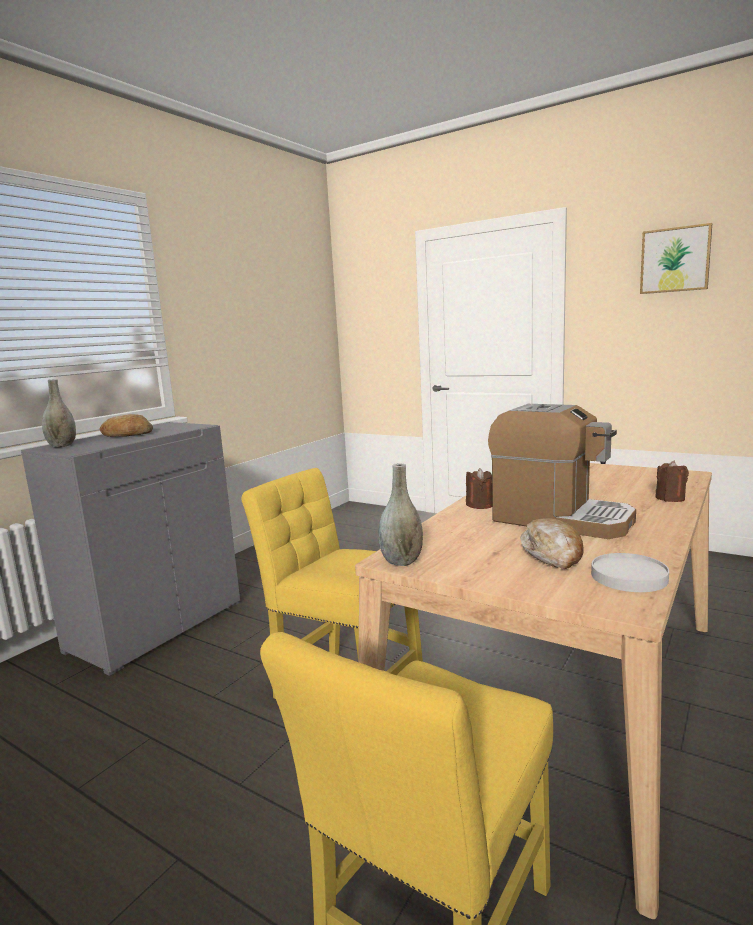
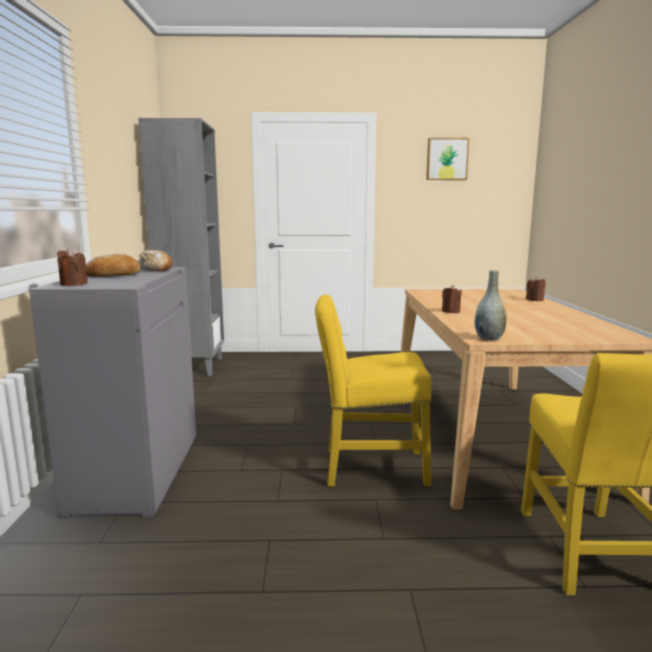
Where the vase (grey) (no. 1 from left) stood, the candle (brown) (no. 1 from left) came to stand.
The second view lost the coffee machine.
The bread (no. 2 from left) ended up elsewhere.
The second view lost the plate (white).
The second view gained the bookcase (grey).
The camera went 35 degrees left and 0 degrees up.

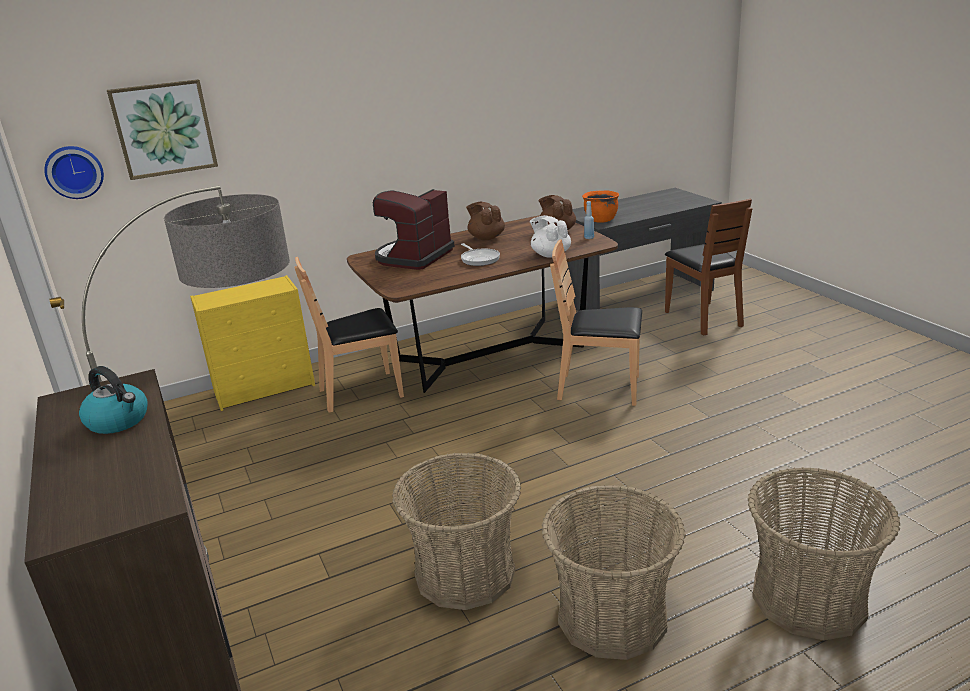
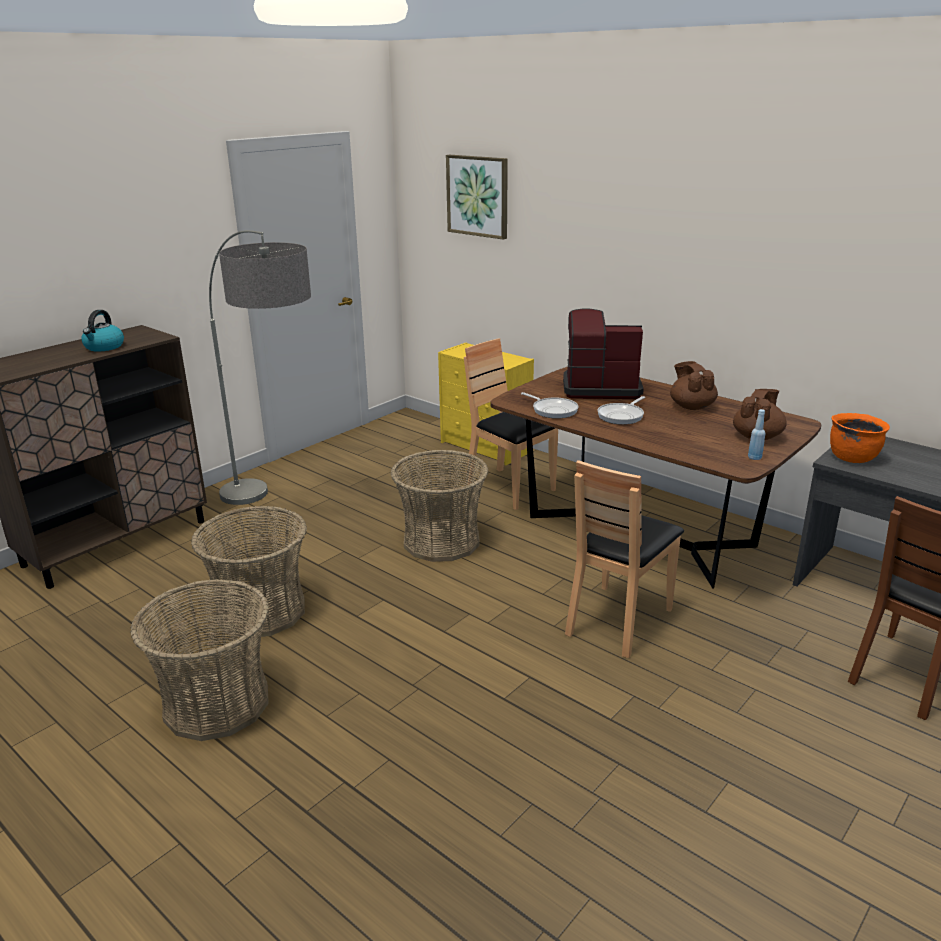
The second view lost the wall clock.
The teapot (brown) (no. 1 from left) ended up facing another way, 45 degrees counterclockwise from before.
The second view lost the teapot (white).
The chair (brown) (no. 2 from left) ended up facing another way, 135 degrees counterclockwise from before.
The basket (no. 3 from left) ended up elsewhere.
The second view gained the frying pan (no. 1 from left).
The camera went 65 degrees right and 0 degrees up.

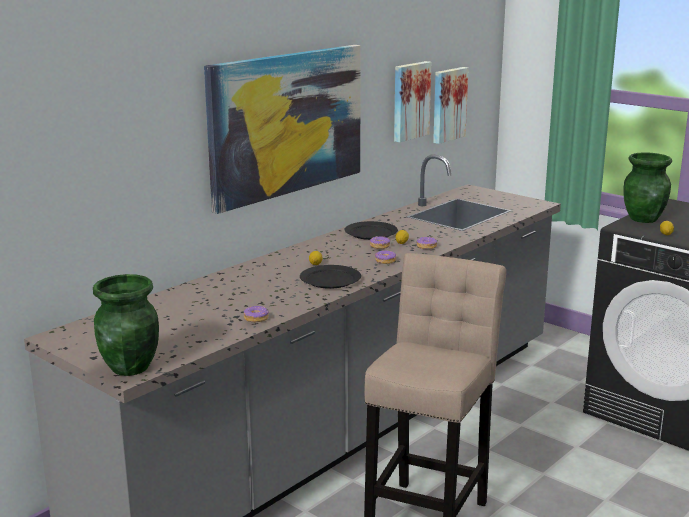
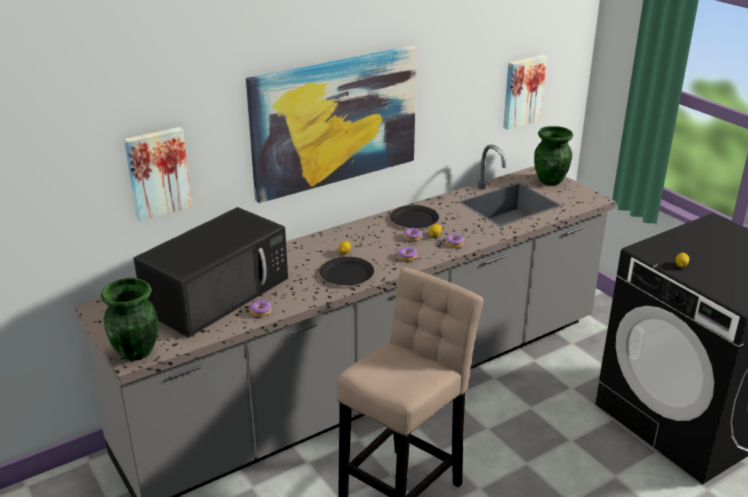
The picture (no. 2 from left in the first image) ended up elsewhere.
The vase (green) (no. 2 from left) ended up elsewhere.
The second view gained the microwave (black).
The camera went 15 degrees right and 10 degrees up.

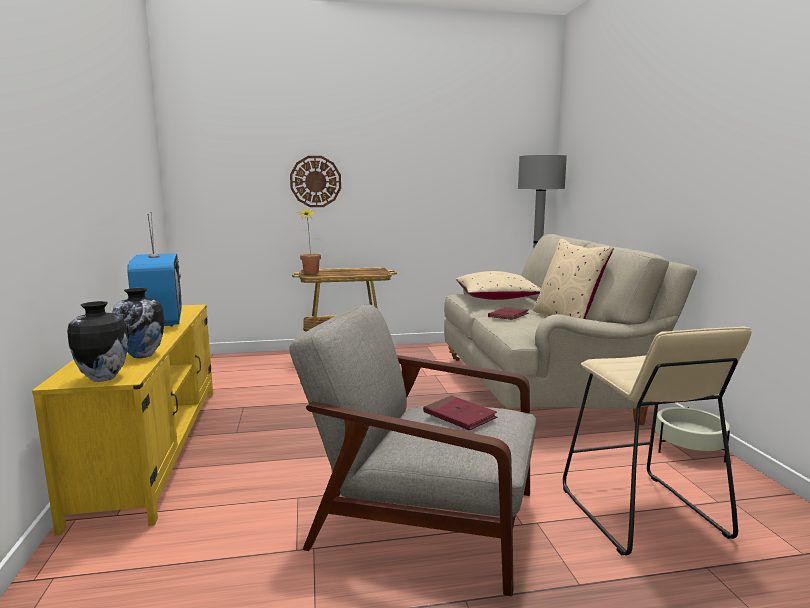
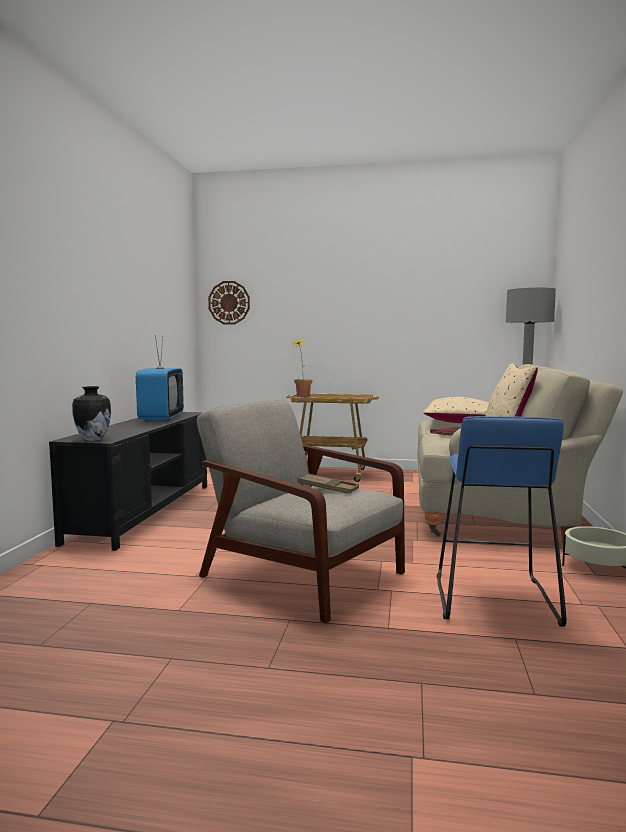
What was the tv stand (yellow) turned into the tv stand (black).
The second view lost the vase (no. 2 from left).
The wall clock ended up elsewhere.
Where the book (red) (no. 1 from left) stood, the tray (brown) came to stand.
What was the stool (beige) turned into the stool (blue).
The camera went 20 degrees right and 5 degrees down.

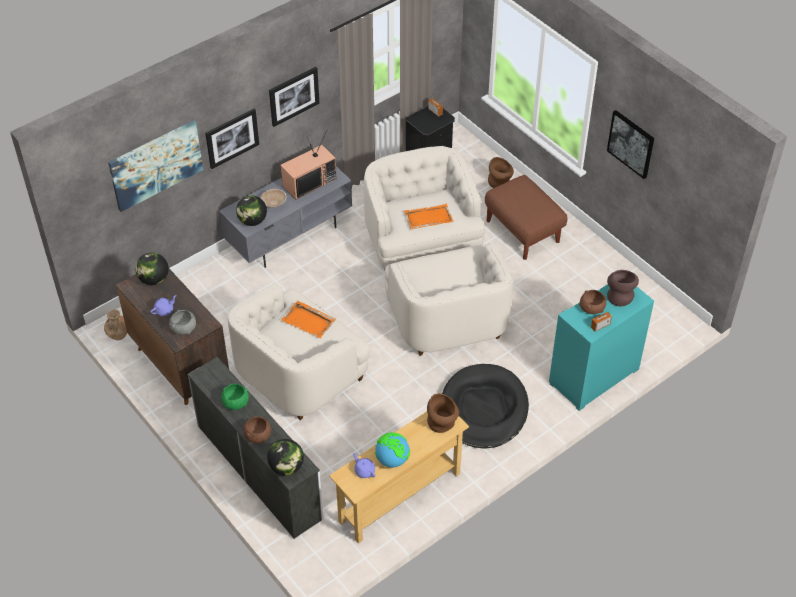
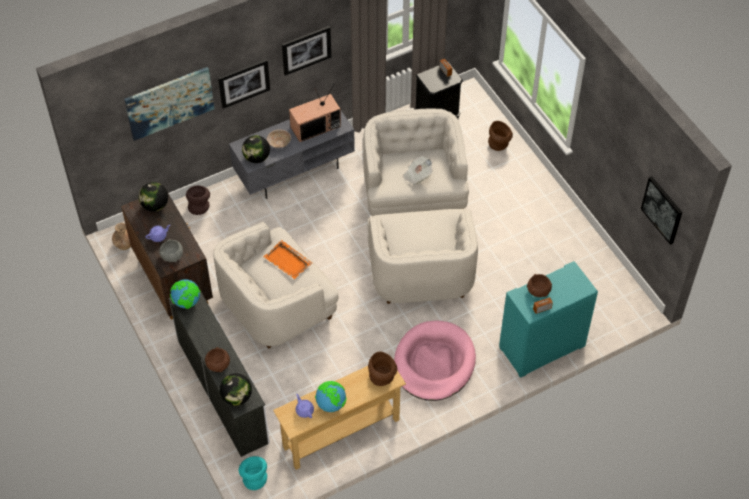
The second view lost the bowl (green).
Where the tray (orange) (no. 2 from left) stood, the newspaper came to stand.
What was the dog bed (black) turned into the dog bed (pink).
The second view lost the ottoman (brown).
The picture (no. 4 from left) ended up elsewhere.
The vase (brown) (no. 4 from left in the first image) ended up elsewhere.
The second view gained the globe (no. 2 from left).
The second view gained the vase (turquoise).
The camera went 10 degrees right and 5 degrees up.

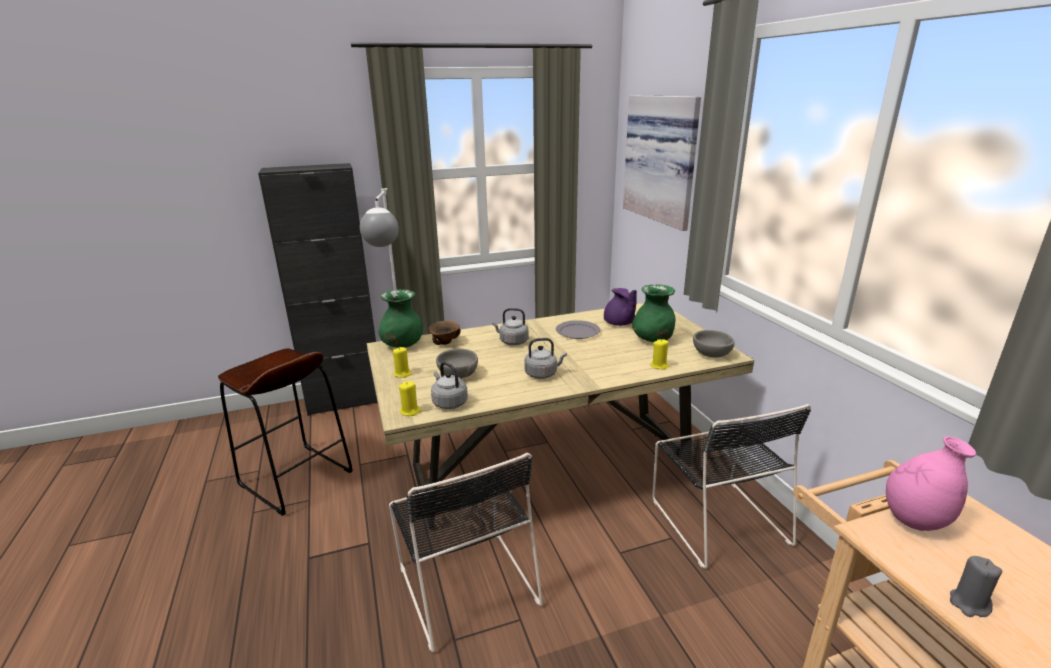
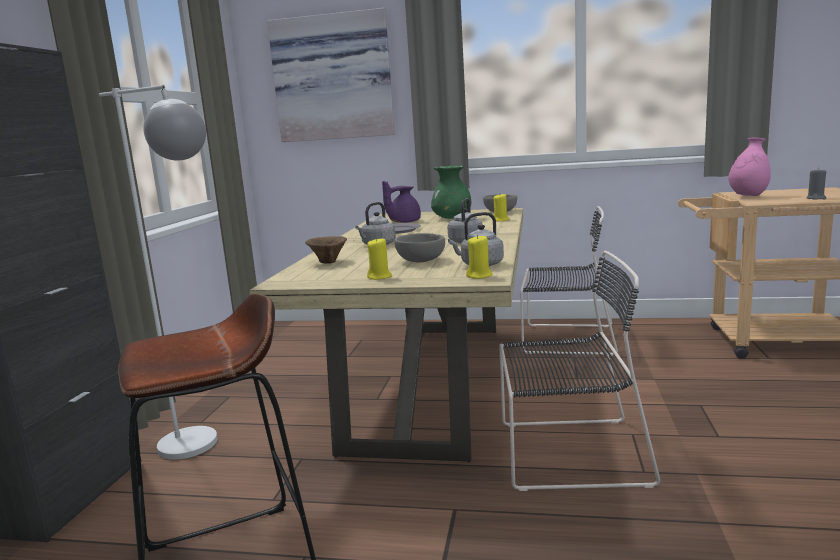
The second view lost the vase (green) (no. 1 from left).
The teapot (purple) ended up facing another way, 135 degrees clockwise from before.
The camera went 60 degrees left and 10 degrees down.

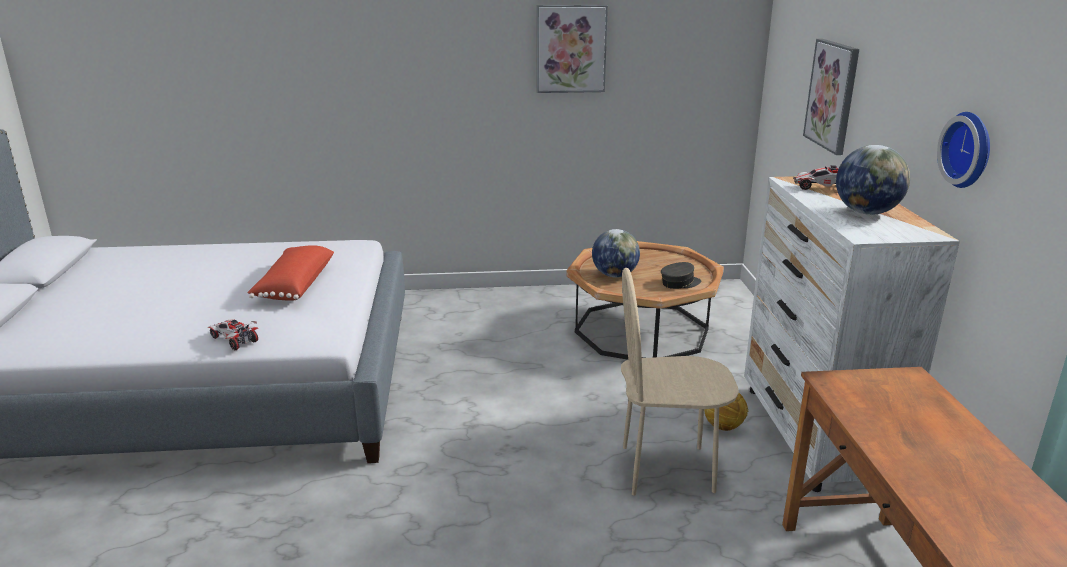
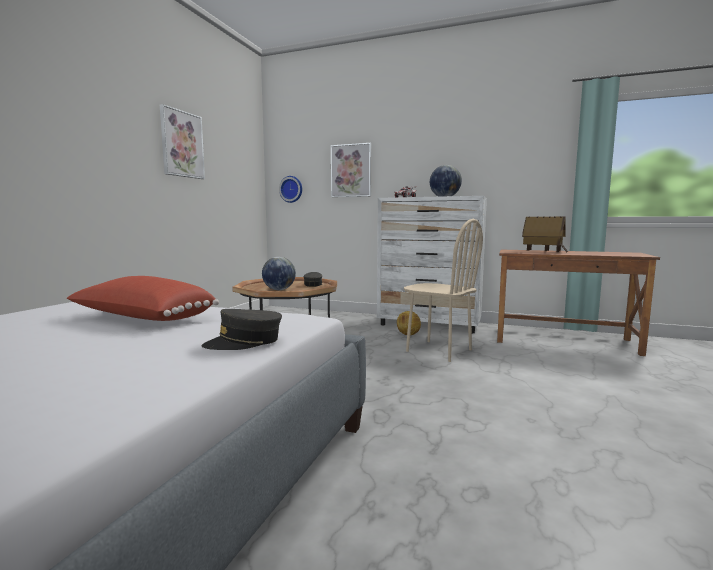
Where the toy car (no. 1 from left) stood, the cap (grey) (no. 1 from left) came to stand.
The chair (beige) ended up facing another way, 75 degrees counterclockwise from before.
The wall clock ended up elsewhere.
The second view gained the toy house.
The camera went 65 degrees left and 15 degrees down.

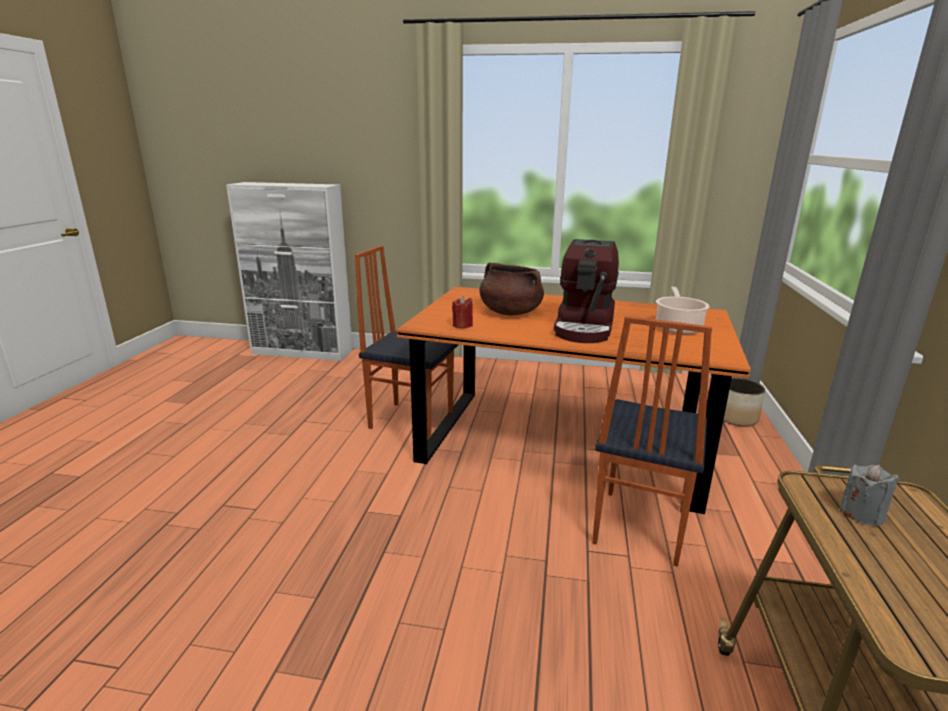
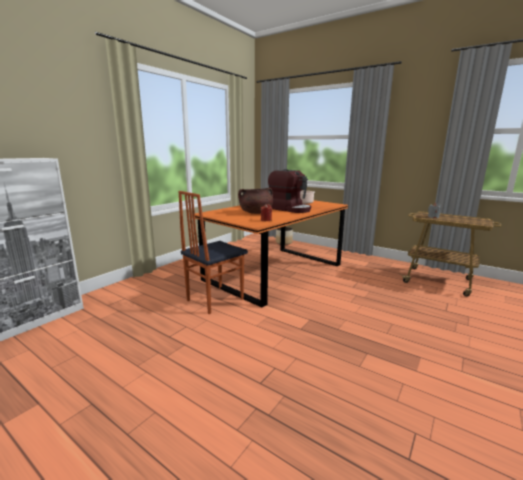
The second view lost the chair (no. 2 from left).
The camera went 65 degrees left and 5 degrees down.

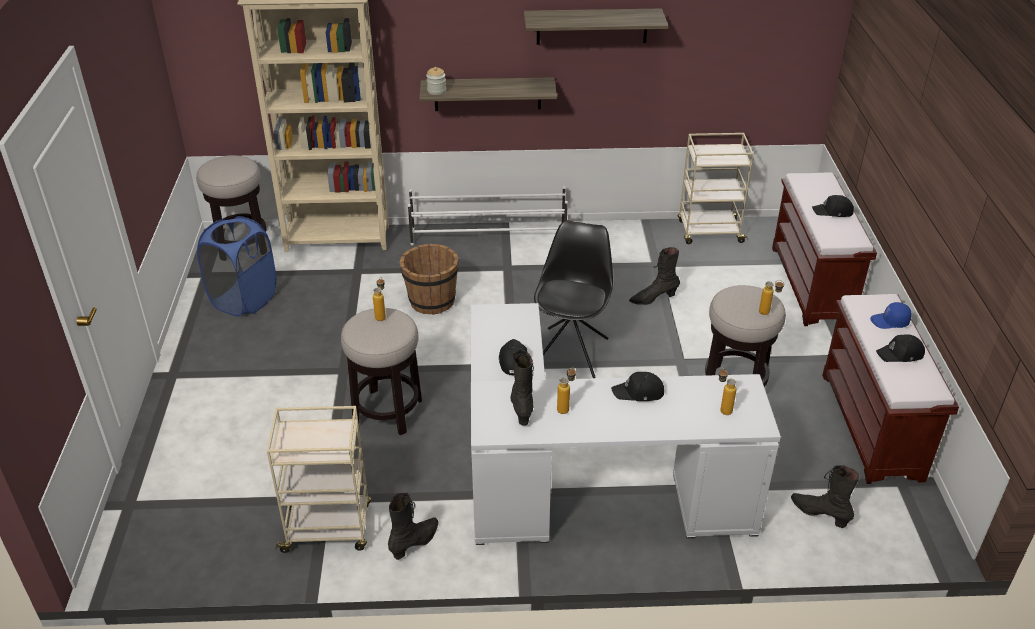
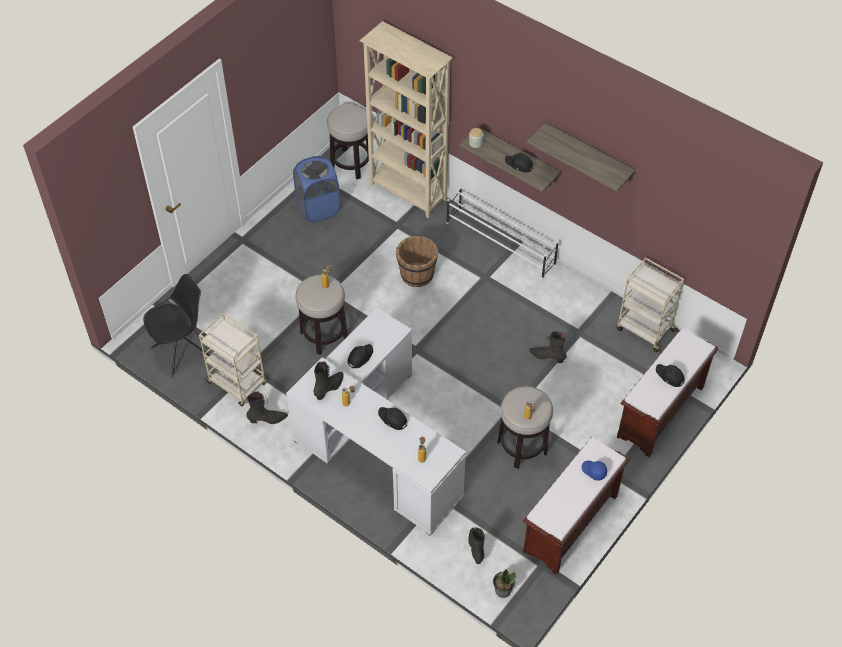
The chair (black) ended up elsewhere.
The cap (black) (no. 4 from left in the first image) ended up elsewhere.
The second view gained the potted plant.
The camera went 40 degrees right and 15 degrees up.

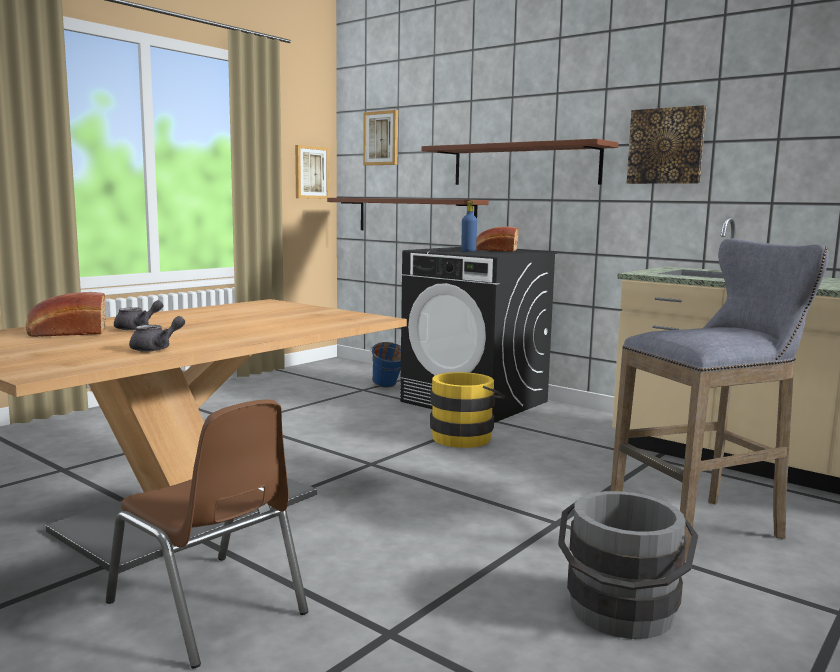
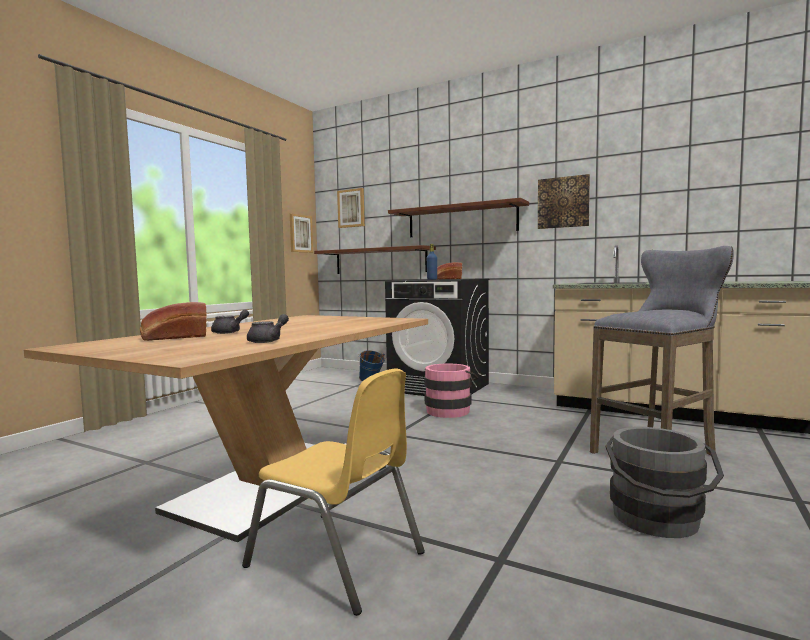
What was the chair (brown) turned into the chair (yellow).
What was the bucket (yellow) turned into the bucket (pink).
The camera went 10 degrees left and 5 degrees down.

